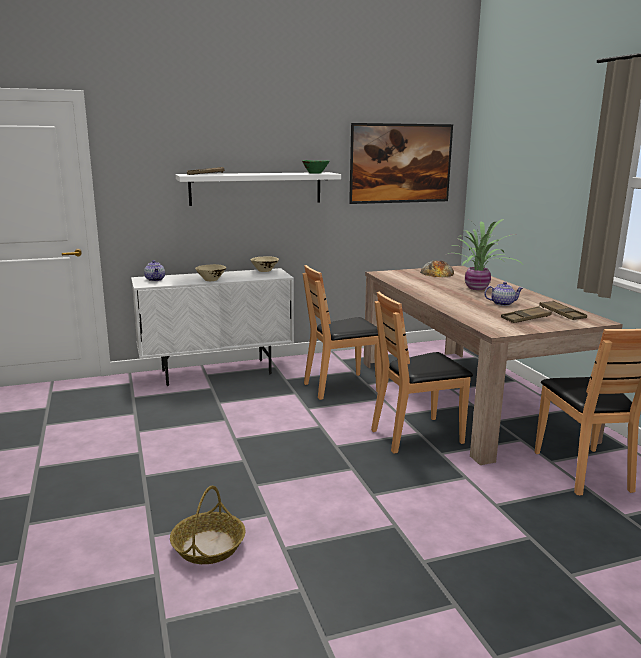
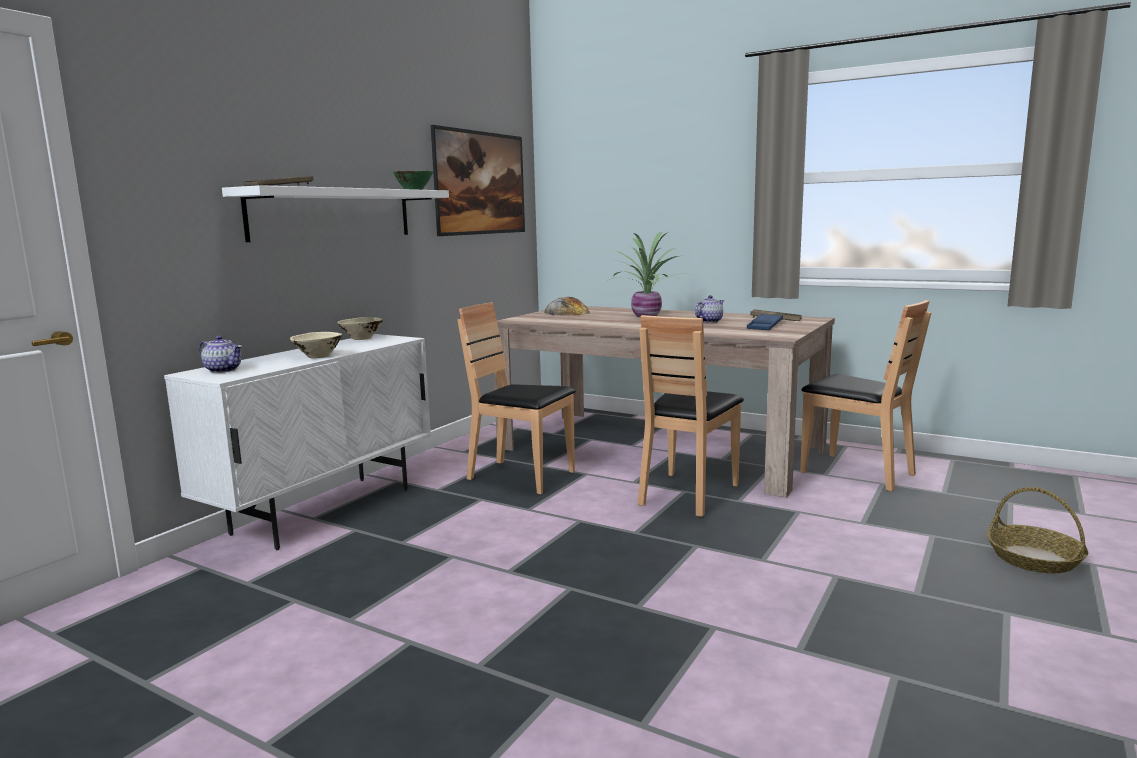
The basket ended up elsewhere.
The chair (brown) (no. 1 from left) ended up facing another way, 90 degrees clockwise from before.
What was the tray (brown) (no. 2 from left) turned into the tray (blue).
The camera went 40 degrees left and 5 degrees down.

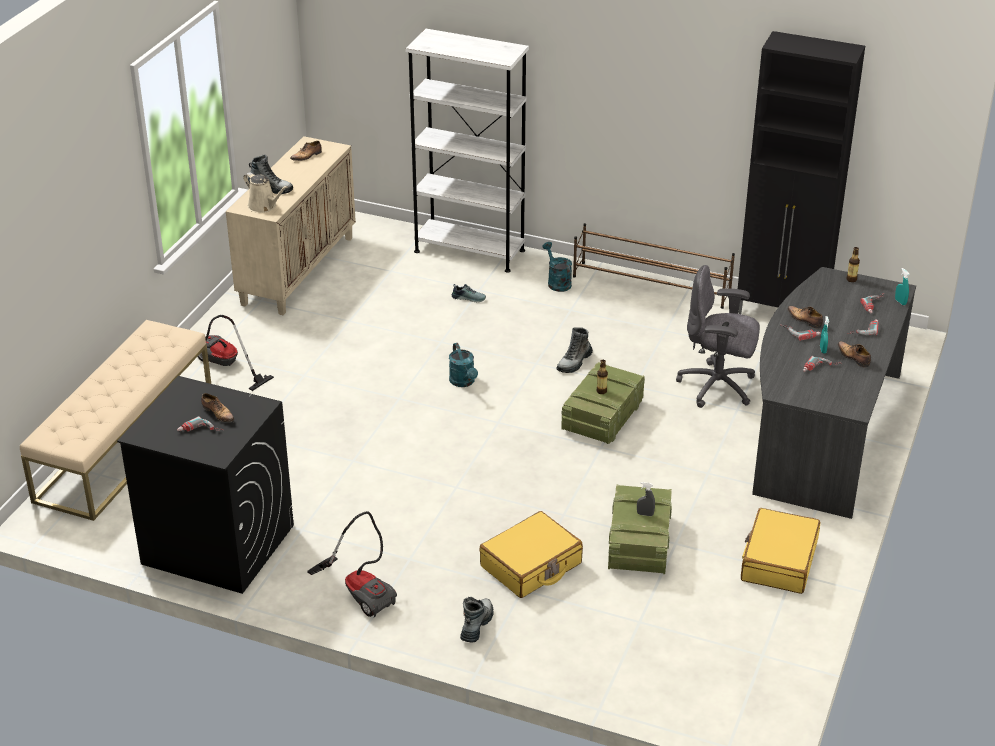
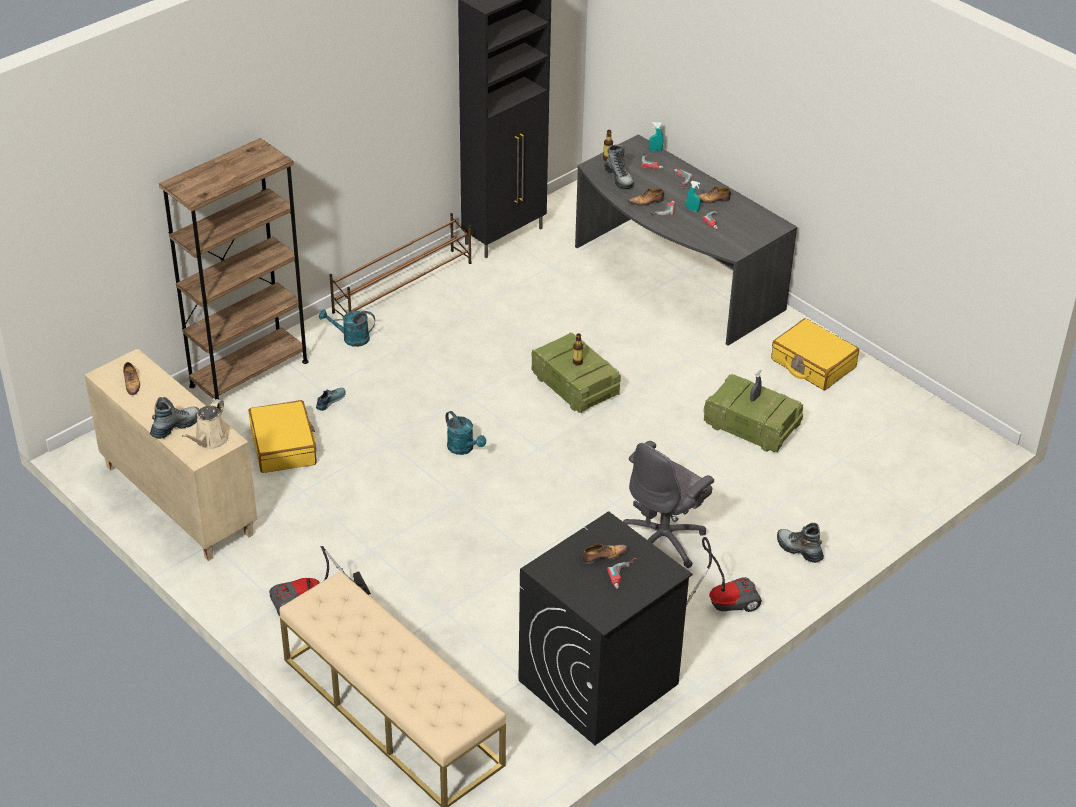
The watering can (beige) ended up facing another way, 135 degrees clockwise from before.
What was the bookcase (white) turned into the bookcase (brown).
The watering can (turquoise) (no. 1 from left in the first image) ended up facing another way, 45 degrees clockwise from before.
The suitcase (yellow) (no. 1 from left) ended up elsewhere.
The boot (no. 3 from left in the first image) ended up elsewhere.
The office chair (grey) ended up elsewhere.
The camera went 65 degrees left and 5 degrees up.

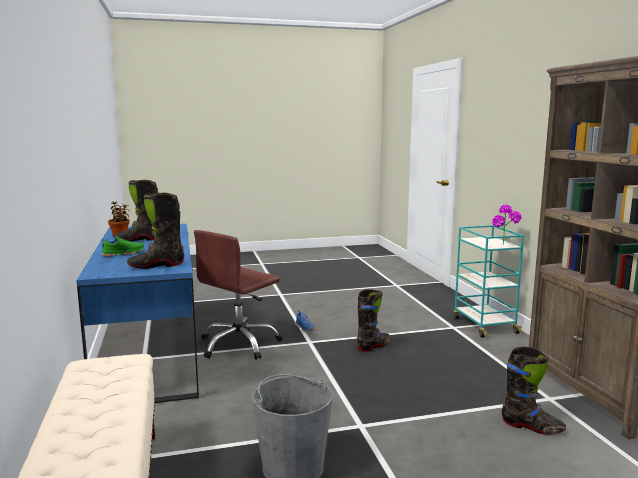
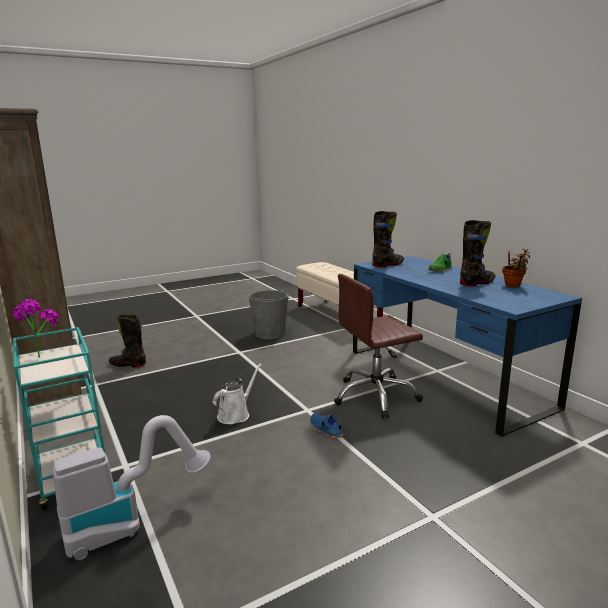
The office chair (brown) ended up facing another way, 135 degrees counterclockwise from before.
Where the boot (black) (no. 3 from left) stood, the watering can (white) came to stand.
The second view gained the vacuum cleaner.
The camera went 165 degrees right and 5 degrees up.

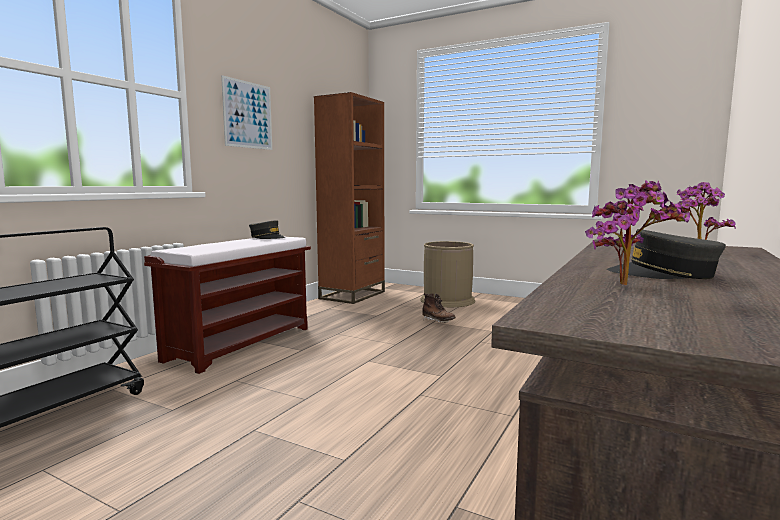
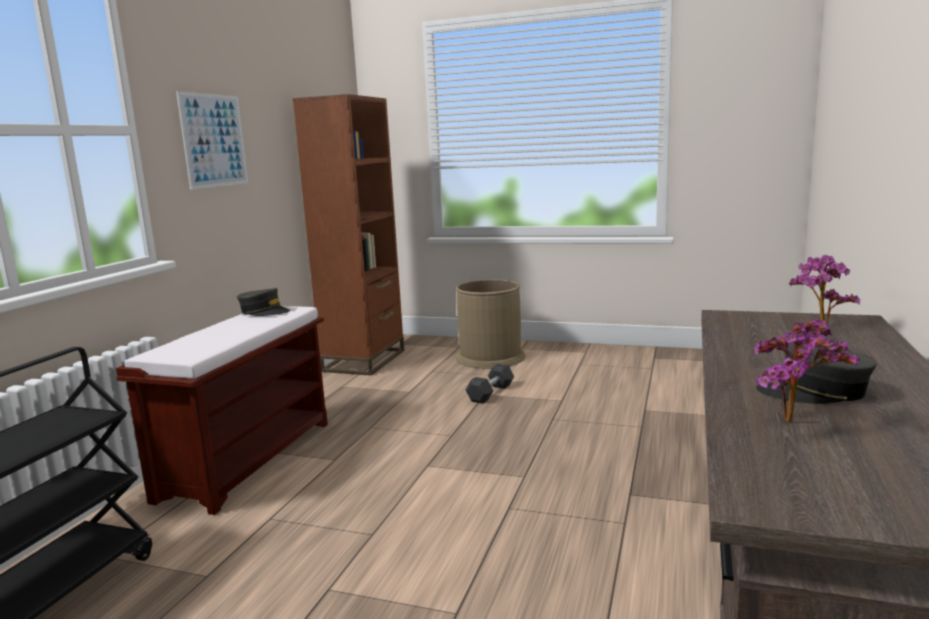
Where the boot (brown) stood, the dumbbell (grey) came to stand.
The camera went 10 degrees left and 5 degrees up.

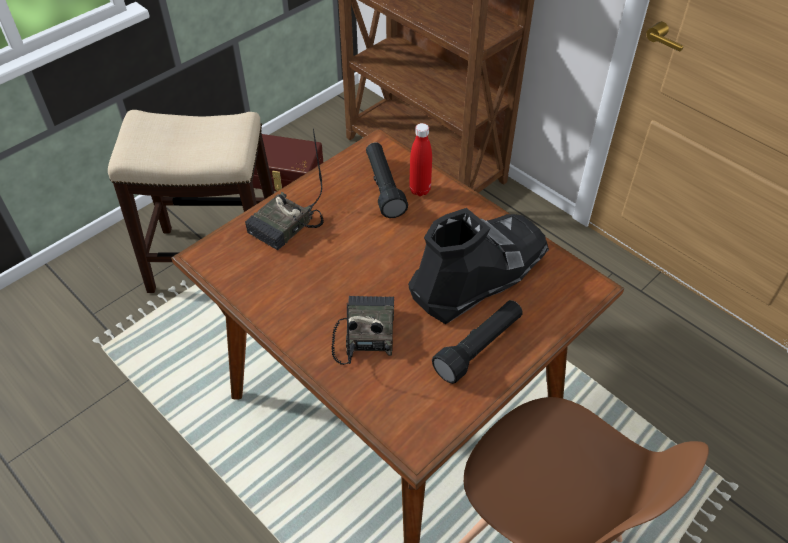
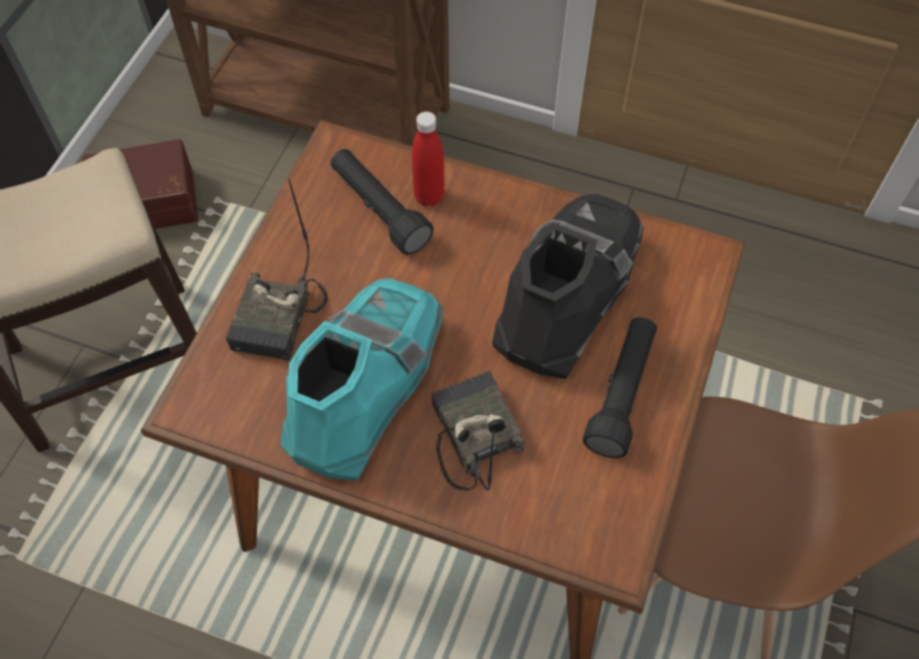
The second view gained the boot (turquoise).
The camera went 25 degrees left and 10 degrees up.

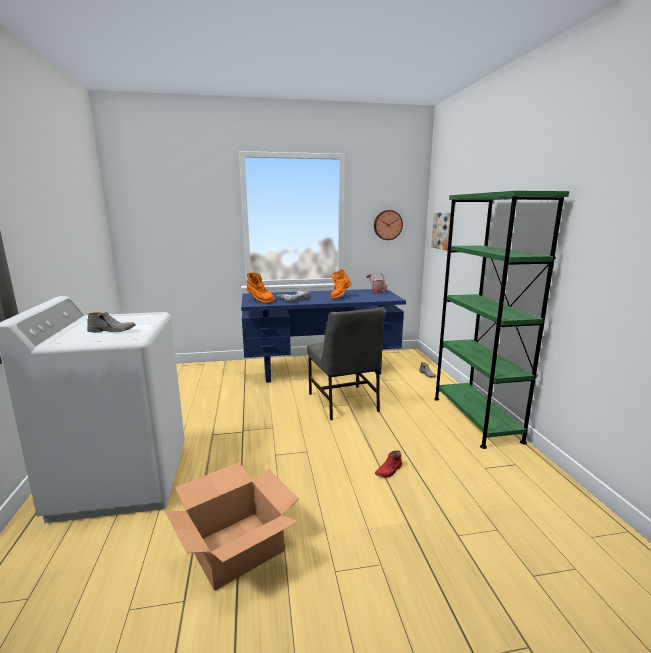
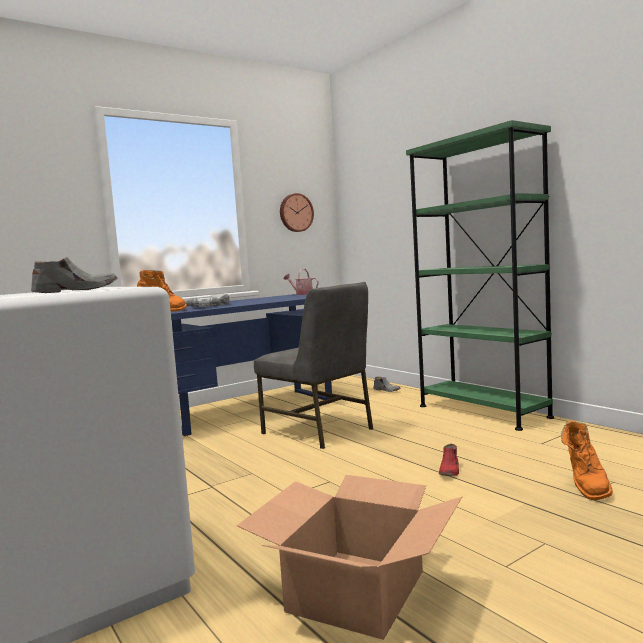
The boot (orange) (no. 2 from left) ended up elsewhere.
The second view lost the picture.
The camera went 25 degrees left and 10 degrees down.

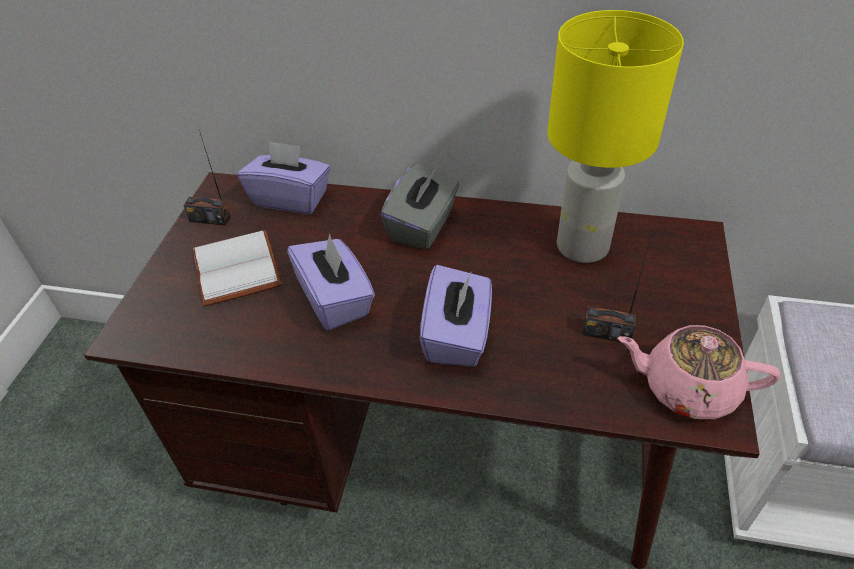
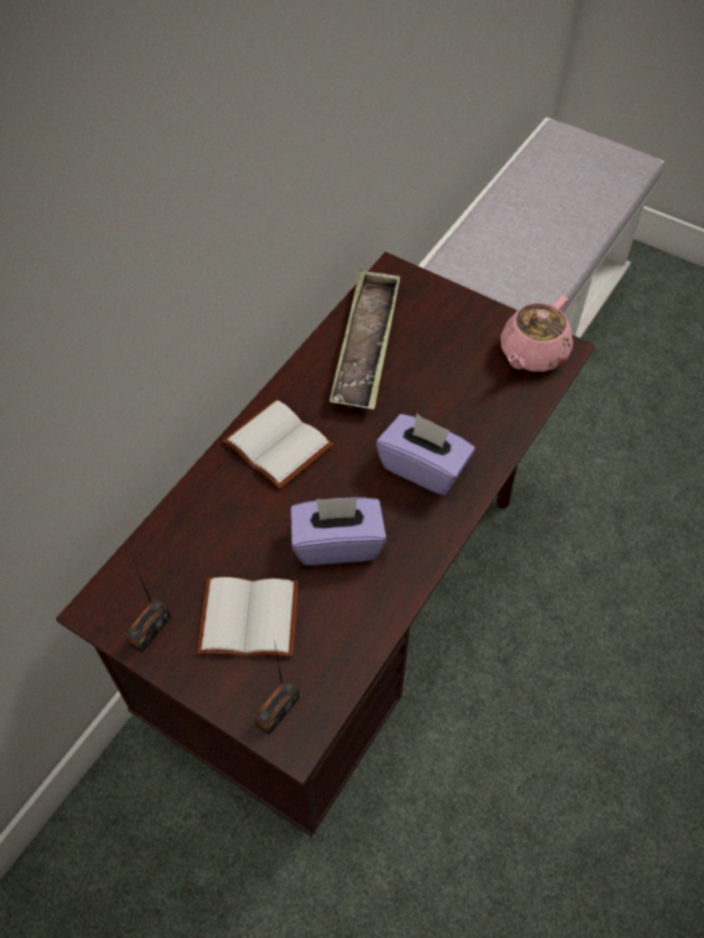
The second view lost the tissue box (purple) (no. 1 from left).
Where the tissue box (grey) stood, the book (white) (no. 2 from left) came to stand.
Where the table lamp (yellow) stood, the tray came to stand.
The radio (no. 2 from left) ended up elsewhere.
The camera went 70 degrees left and 10 degrees up.

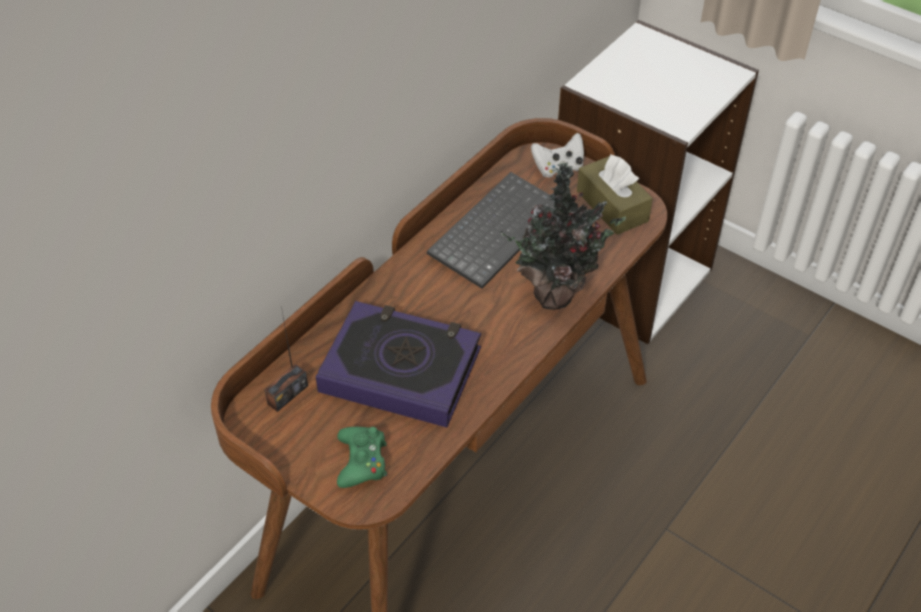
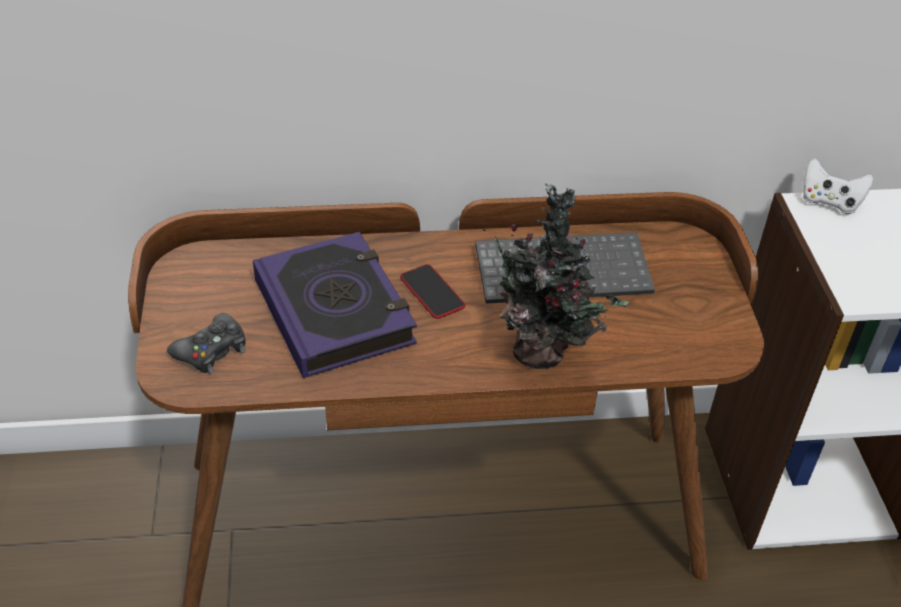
The second view lost the radio.
What was the game controller (green) turned into the game controller (black).
The game controller (white) ended up elsewhere.
The second view lost the tissue box (brown).
The second view gained the phone.
The camera went 45 degrees right and 5 degrees down.

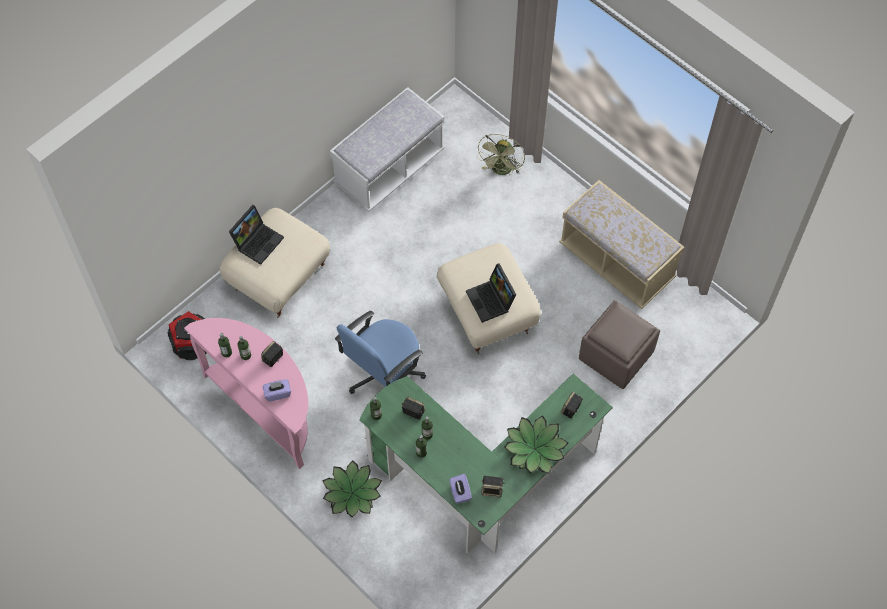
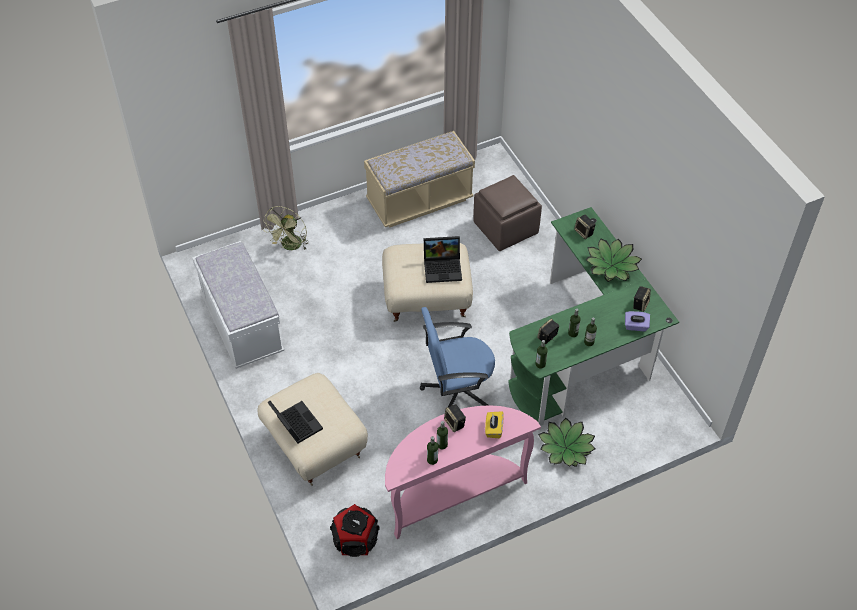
What was the tissue box (purple) (no. 1 from left) turned into the tissue box (yellow).
The office chair (blue) ended up facing another way, 105 degrees clockwise from before.
The fan (green) ended up facing another way, 75 degrees clockwise from before.
The camera went 70 degrees left and 10 degrees down.

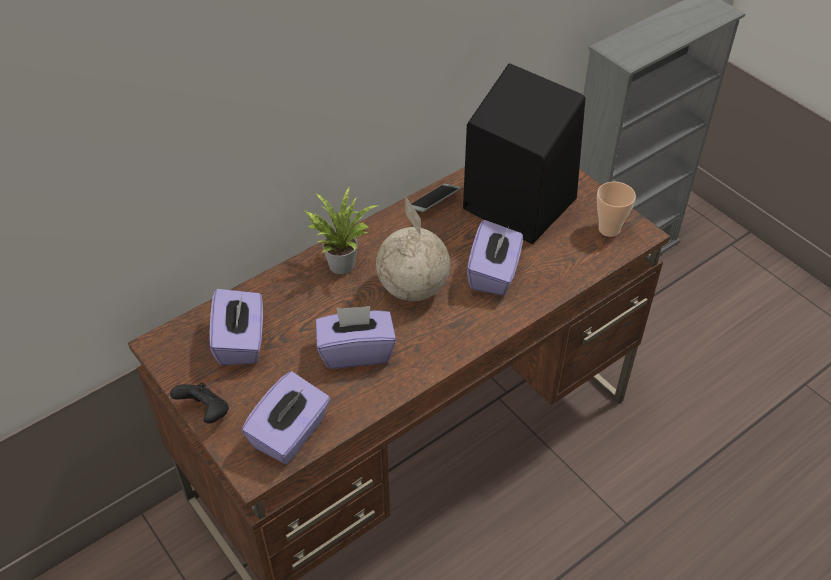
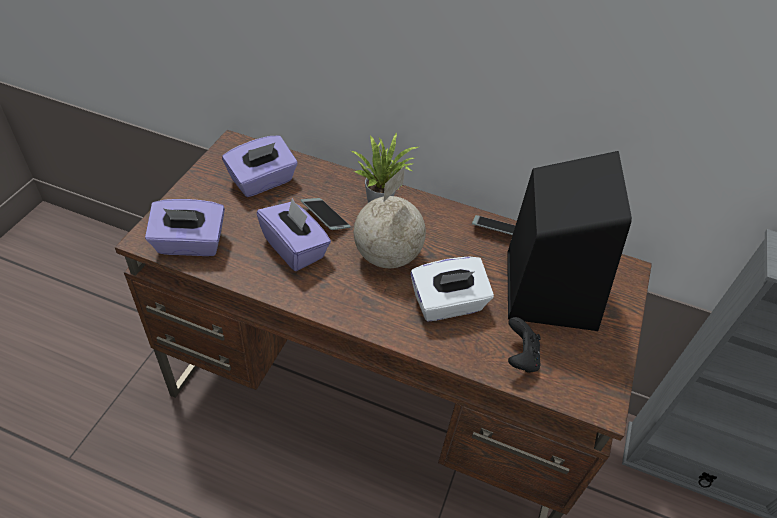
The game controller (black) ended up elsewhere.
What was the tissue box (purple) (no. 4 from left) turned into the tissue box (white).
The second view lost the cup.
The second view gained the phone (no. 1 from left).
The camera went 55 degrees right and 0 degrees up.

